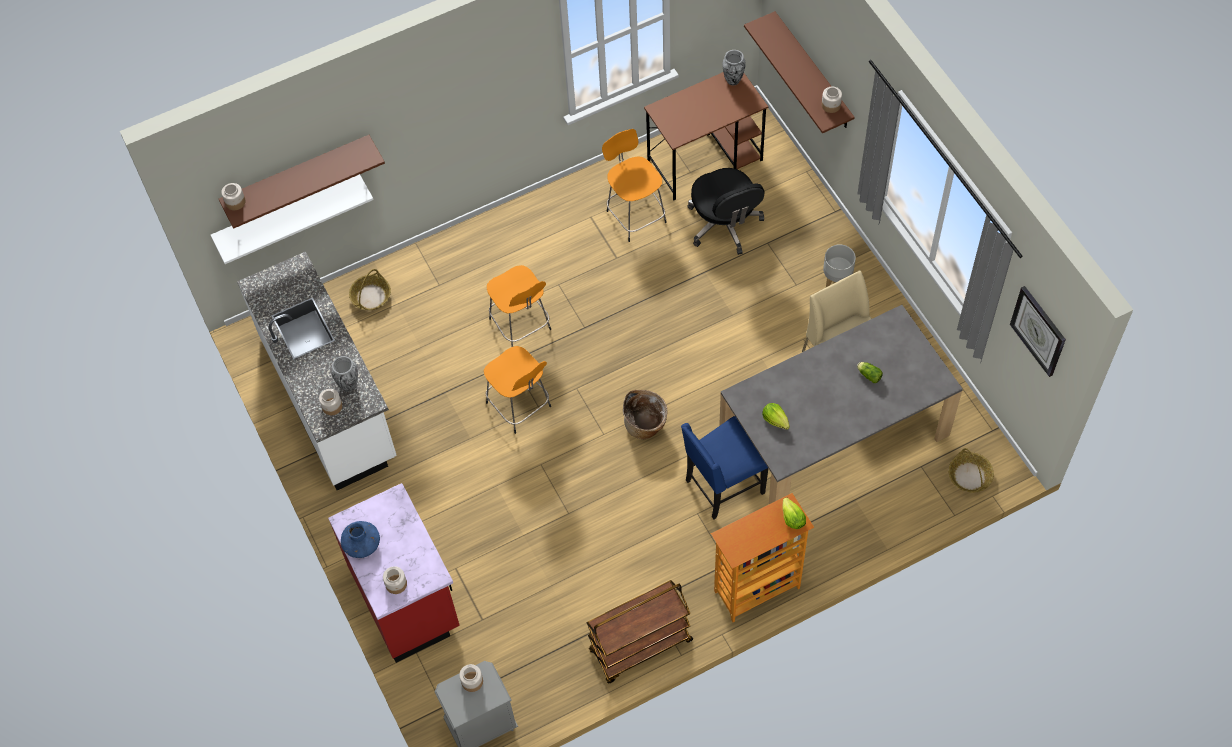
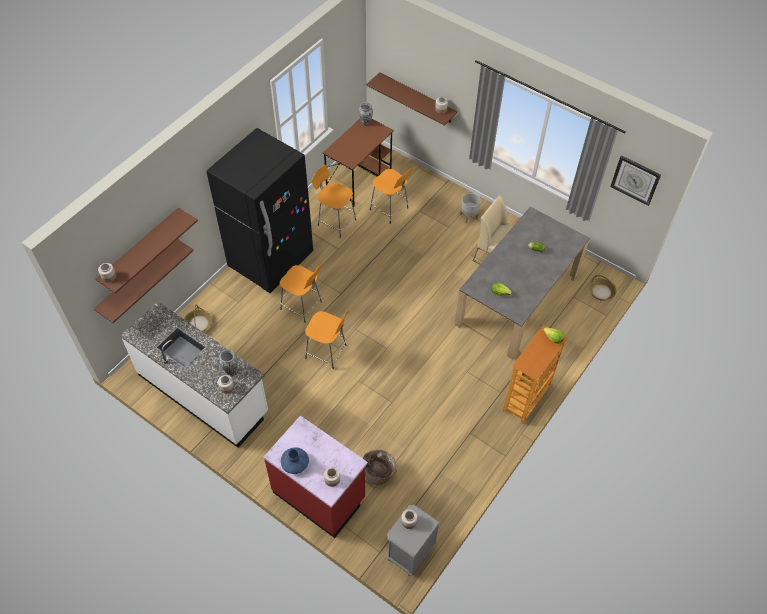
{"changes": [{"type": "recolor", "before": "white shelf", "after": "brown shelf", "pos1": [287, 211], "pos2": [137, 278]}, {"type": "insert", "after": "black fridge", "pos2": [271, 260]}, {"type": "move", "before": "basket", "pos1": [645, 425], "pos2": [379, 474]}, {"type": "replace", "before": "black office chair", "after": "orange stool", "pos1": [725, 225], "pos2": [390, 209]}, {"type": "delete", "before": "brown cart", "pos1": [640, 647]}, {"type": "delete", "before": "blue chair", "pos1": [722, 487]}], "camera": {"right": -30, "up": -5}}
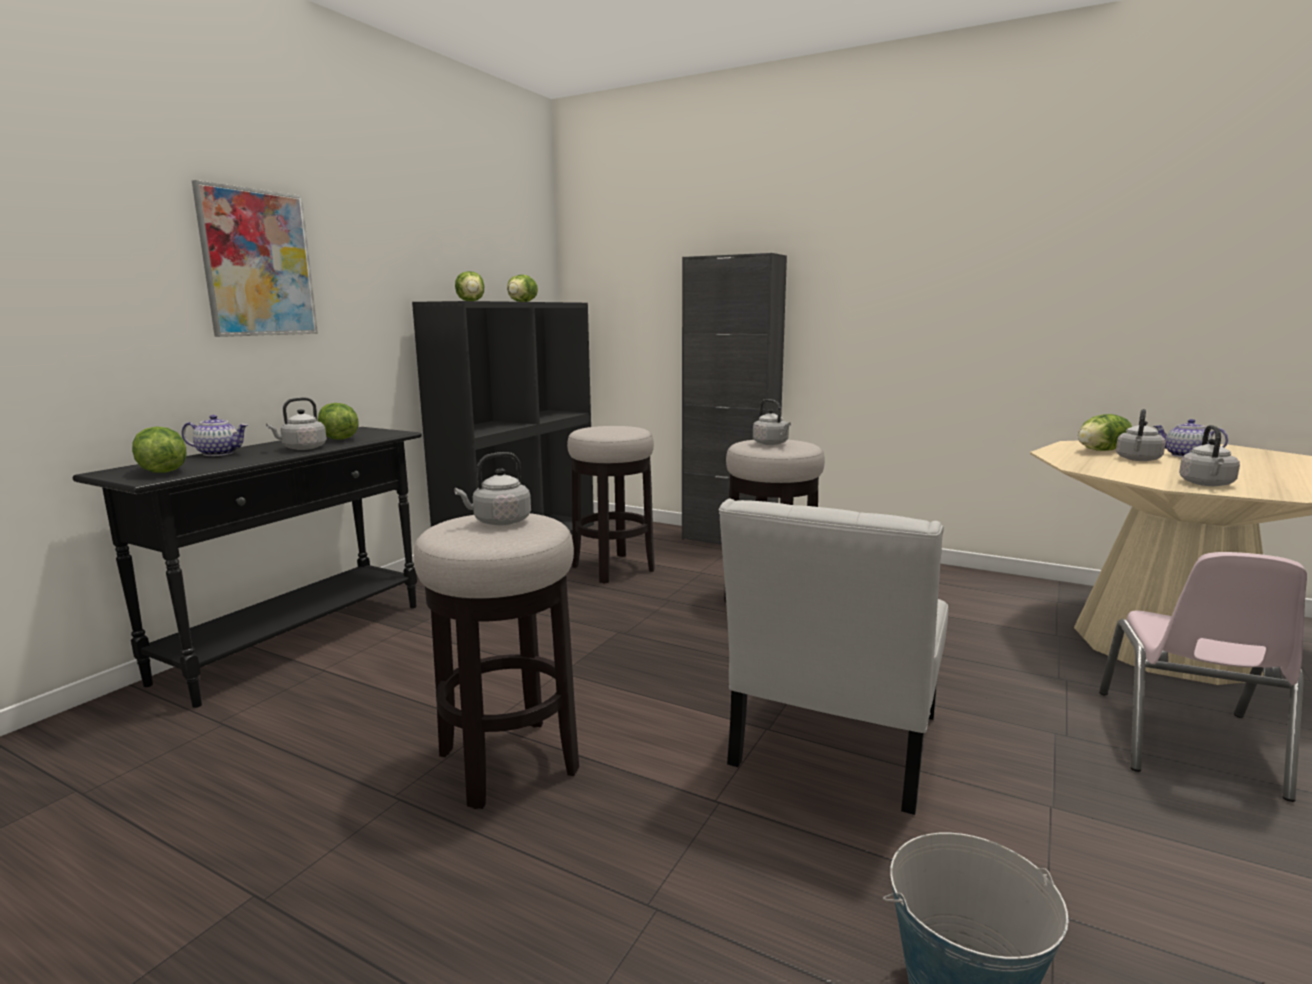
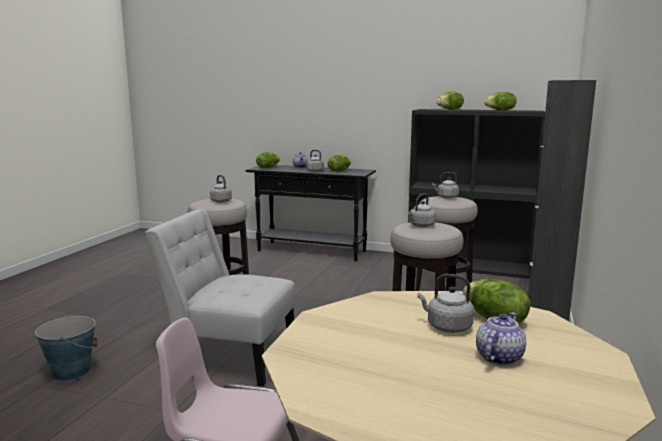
{"changes": [{"type": "move", "before": "grey kettle", "pos1": [1207, 484], "pos2": [446, 197]}, {"type": "delete", "before": "picture", "pos1": [258, 263]}], "camera": {"right": 80, "up": 0}}
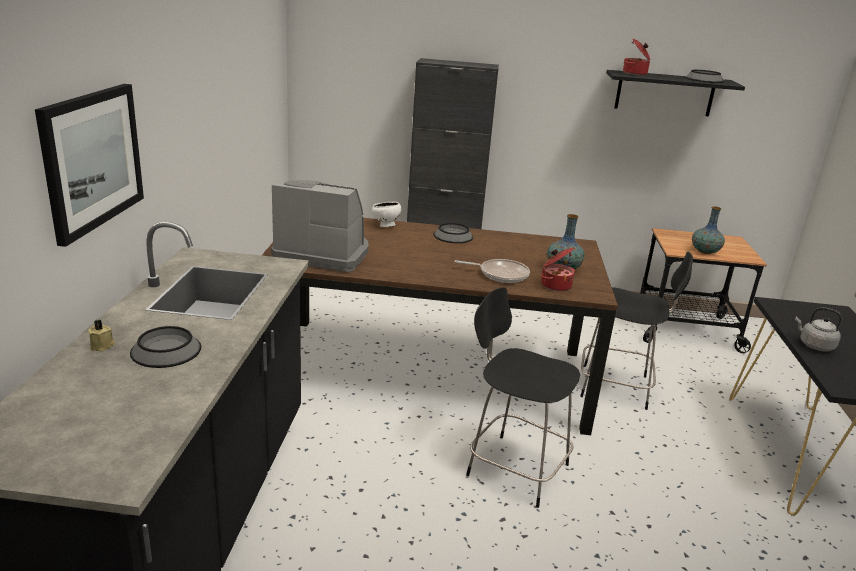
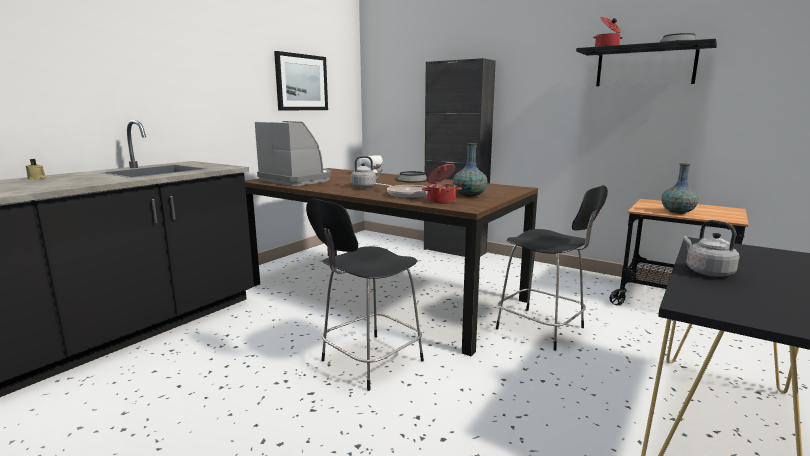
{"changes": [{"type": "move", "before": "picture", "pos1": [92, 159], "pos2": [301, 82]}, {"type": "rotate", "before": "black chair", "pos1": [514, 468], "pos2": [369, 362], "turn": -105}, {"type": "insert", "after": "grey kettle", "pos2": [365, 187]}, {"type": "delete", "before": "bowl", "pos1": [166, 350]}], "camera": {"right": 30, "up": -10}}
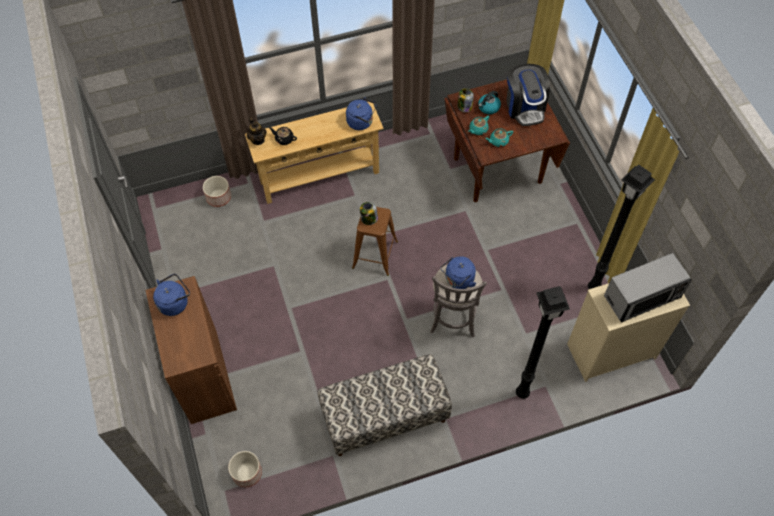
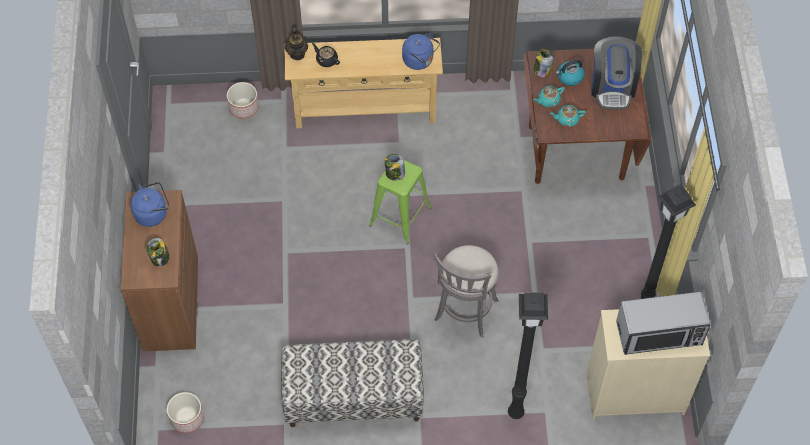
{"changes": [{"type": "insert", "after": "jar", "pos2": [160, 258]}, {"type": "recolor", "before": "brown stool", "after": "green stool", "pos1": [375, 254], "pos2": [400, 216]}, {"type": "delete", "before": "blue kettle", "pos1": [458, 280]}], "camera": {"right": 15, "up": 0}}
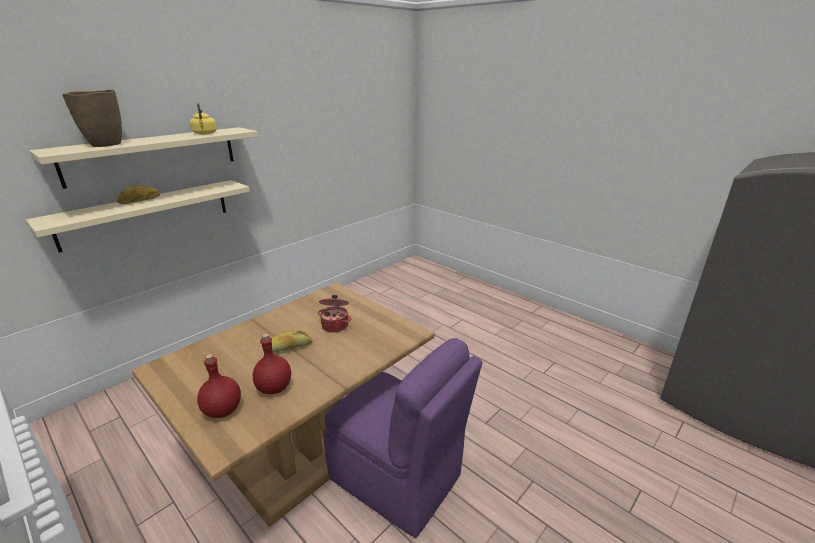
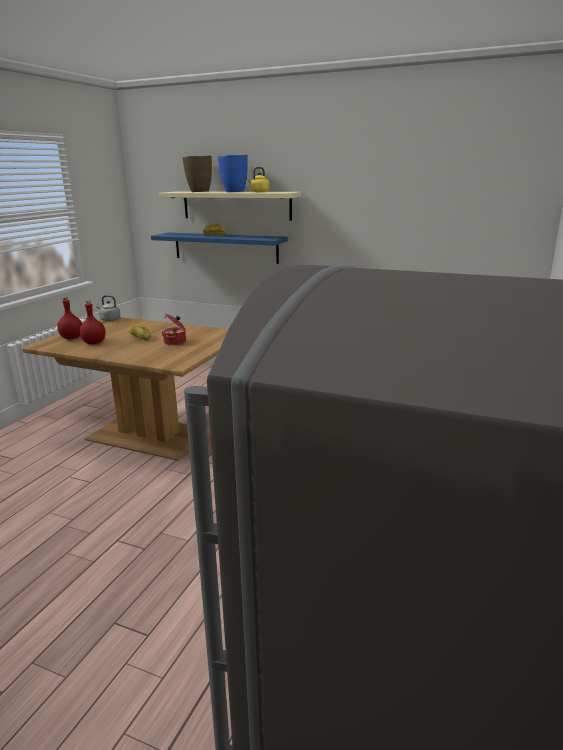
{"changes": [{"type": "insert", "after": "grey kettle", "pos2": [109, 319]}, {"type": "recolor", "before": "beige shelf", "after": "blue shelf", "pos1": [147, 213], "pos2": [225, 247]}, {"type": "insert", "after": "blue vase", "pos2": [234, 192]}, {"type": "delete", "before": "purple chair", "pos1": [398, 479]}], "camera": {"right": 70, "up": -5}}
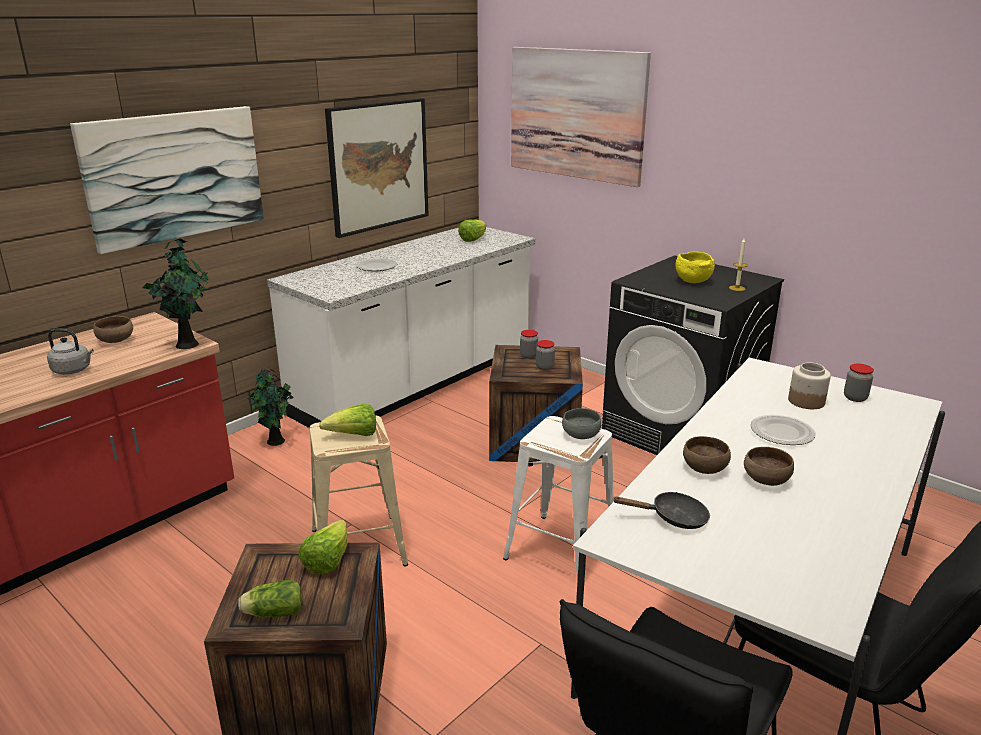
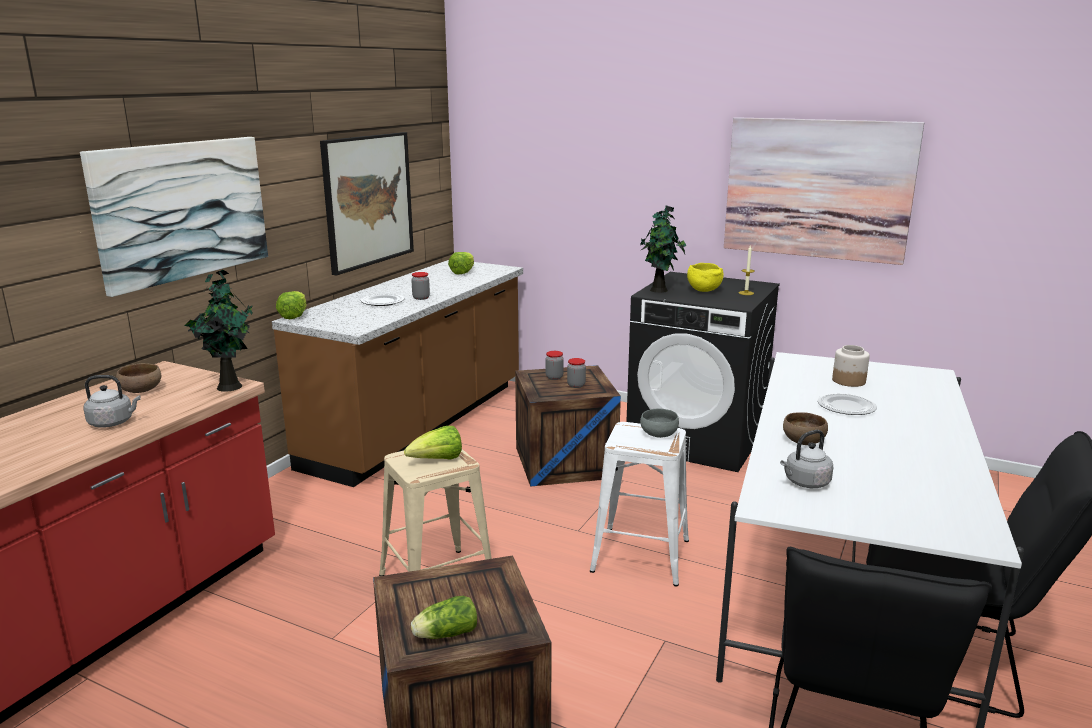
{"changes": [{"type": "recolor", "before": "white counter", "after": "brown counter", "pos1": [417, 384], "pos2": [420, 425]}, {"type": "move", "before": "lettuce", "pos1": [327, 561], "pos2": [294, 316]}, {"type": "move", "before": "jar", "pos1": [855, 398], "pos2": [421, 298]}, {"type": "move", "before": "potted plant", "pos1": [276, 442], "pos2": [660, 290]}, {"type": "move", "before": "picture", "pos1": [576, 114], "pos2": [817, 189]}, {"type": "replace", "before": "black frying pan", "after": "grey kettle", "pos1": [673, 518], "pos2": [805, 483]}, {"type": "delete", "before": "brown bowl", "pos1": [765, 480]}], "camera": {"right": -15, "up": -5}}
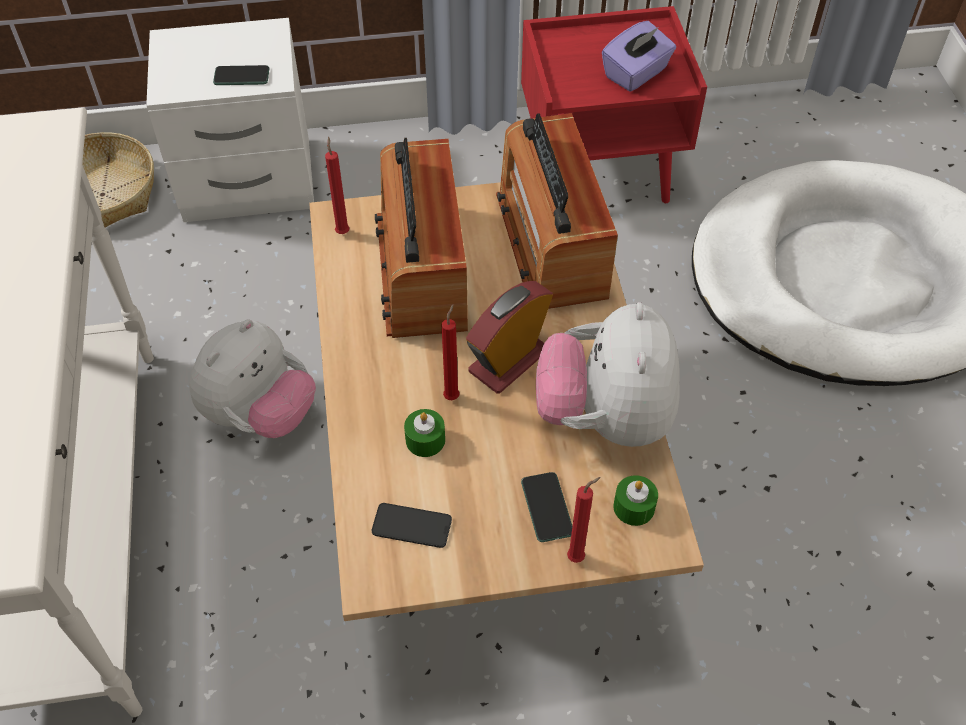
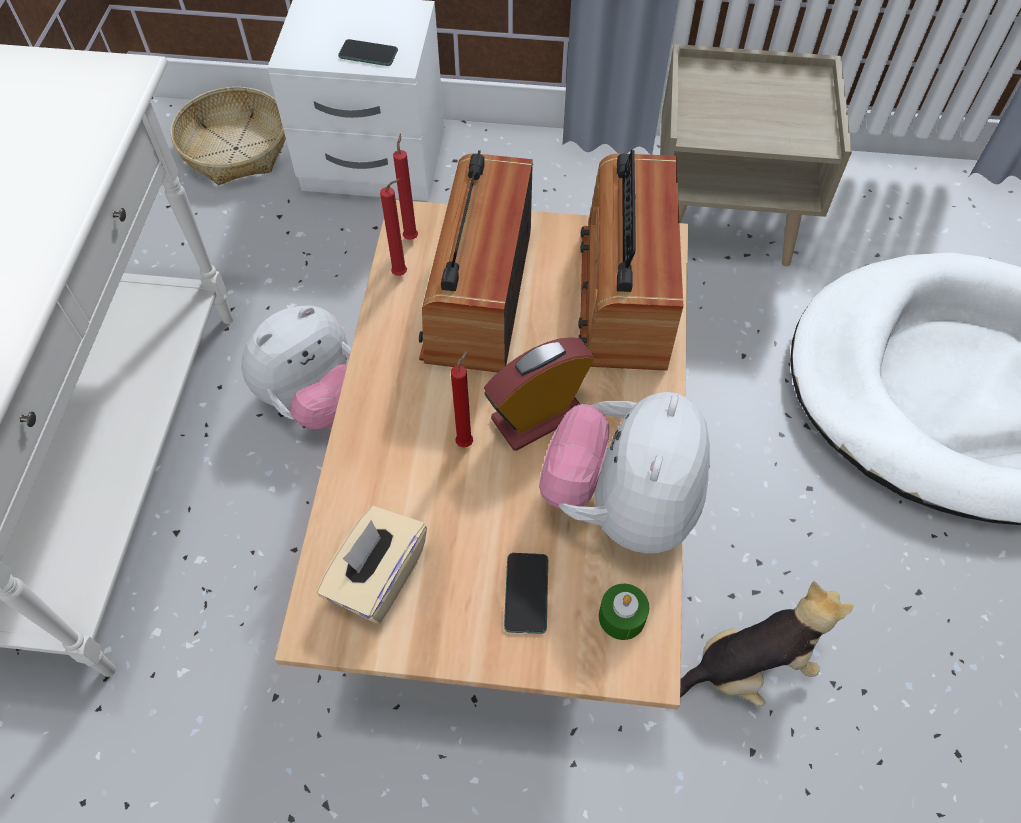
{"changes": [{"type": "replace", "before": "phone", "after": "beige tissue box", "pos1": [412, 526], "pos2": [377, 577]}, {"type": "move", "before": "red candle", "pos1": [578, 556], "pos2": [402, 273]}, {"type": "recolor", "before": "red nightstand", "after": "beige nightstand", "pos1": [600, 173], "pos2": [725, 220]}, {"type": "insert", "after": "plush toy", "pos2": [749, 667]}, {"type": "delete", "before": "green candle", "pos1": [425, 440]}, {"type": "delete", "before": "purple tissue box", "pos1": [636, 74]}], "camera": {"right": 15, "up": 5}}
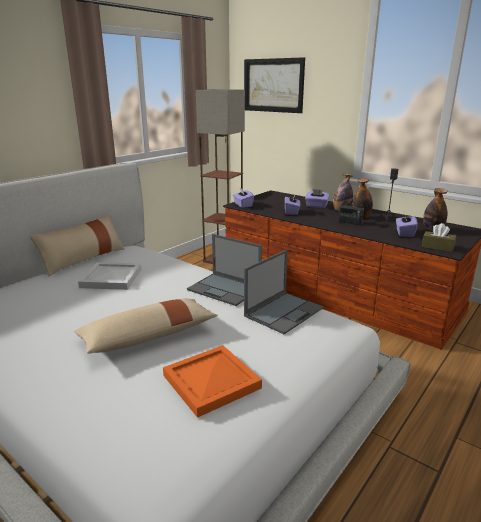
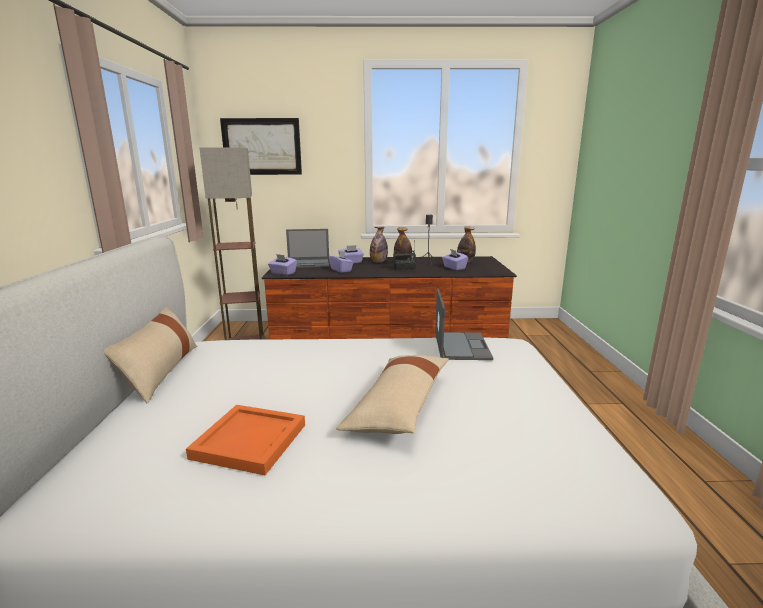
{"changes": [{"type": "move", "before": "orange tray", "pos1": [213, 382], "pos2": [251, 440]}, {"type": "move", "before": "laptop", "pos1": [225, 289], "pos2": [308, 264]}, {"type": "delete", "before": "white tray", "pos1": [112, 278]}, {"type": "delete", "before": "brown tissue box", "pos1": [437, 247]}], "camera": {"right": -40, "up": -5}}
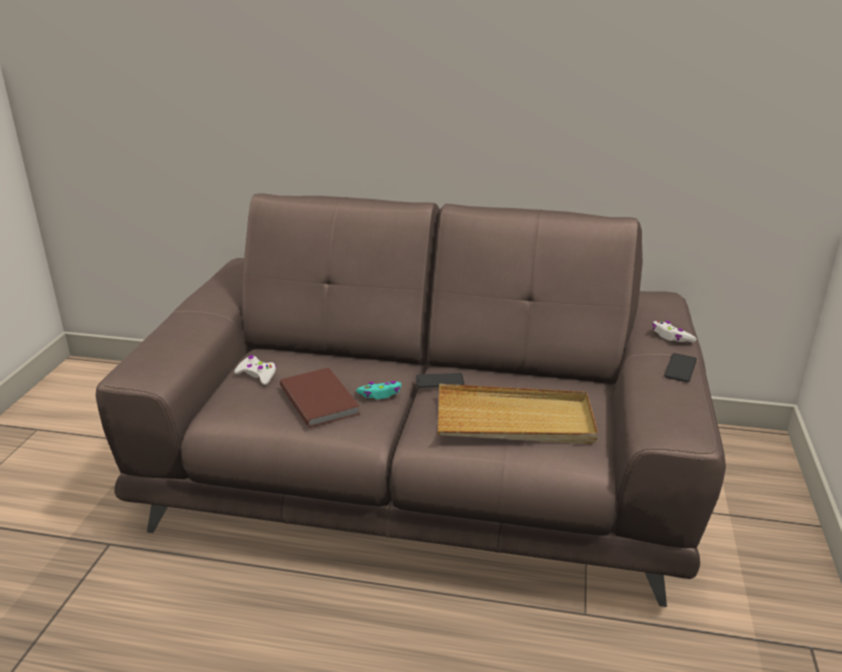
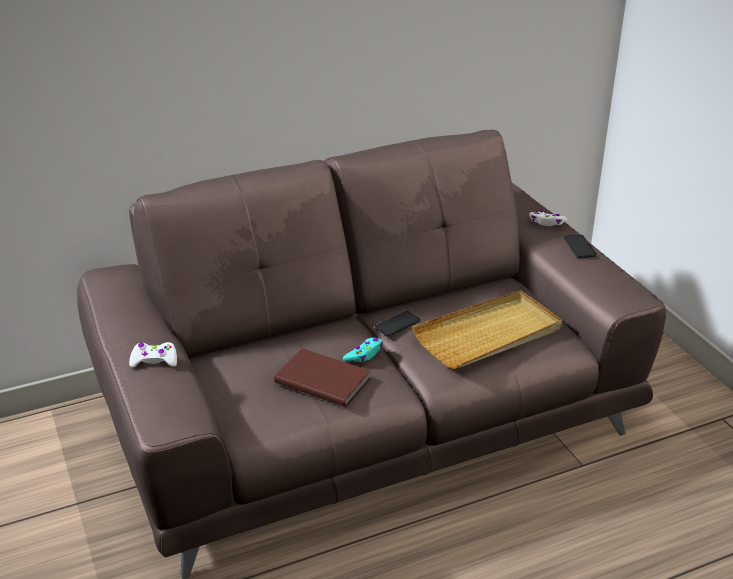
{"changes": [{"type": "move", "before": "white game controller", "pos1": [257, 375], "pos2": [154, 360]}], "camera": {"right": -35, "up": 5}}
